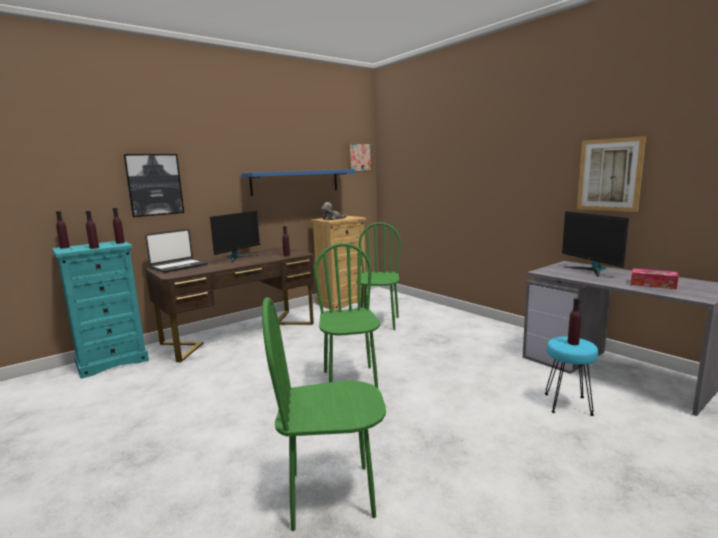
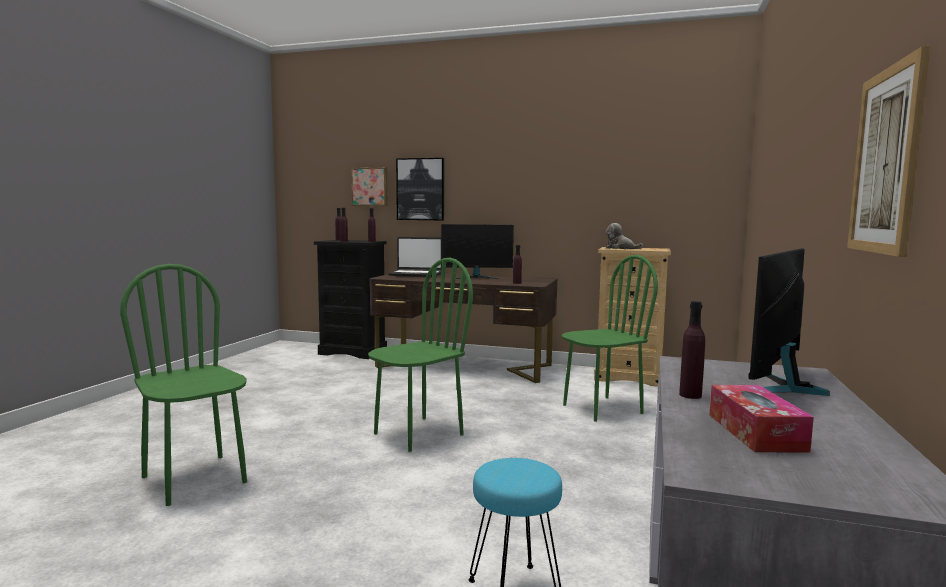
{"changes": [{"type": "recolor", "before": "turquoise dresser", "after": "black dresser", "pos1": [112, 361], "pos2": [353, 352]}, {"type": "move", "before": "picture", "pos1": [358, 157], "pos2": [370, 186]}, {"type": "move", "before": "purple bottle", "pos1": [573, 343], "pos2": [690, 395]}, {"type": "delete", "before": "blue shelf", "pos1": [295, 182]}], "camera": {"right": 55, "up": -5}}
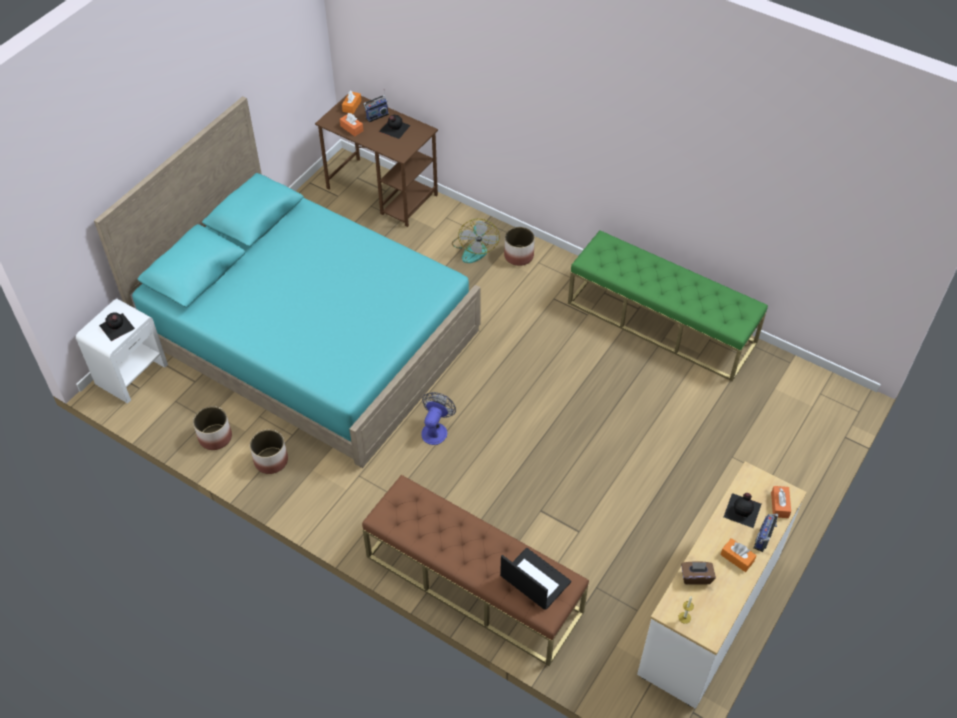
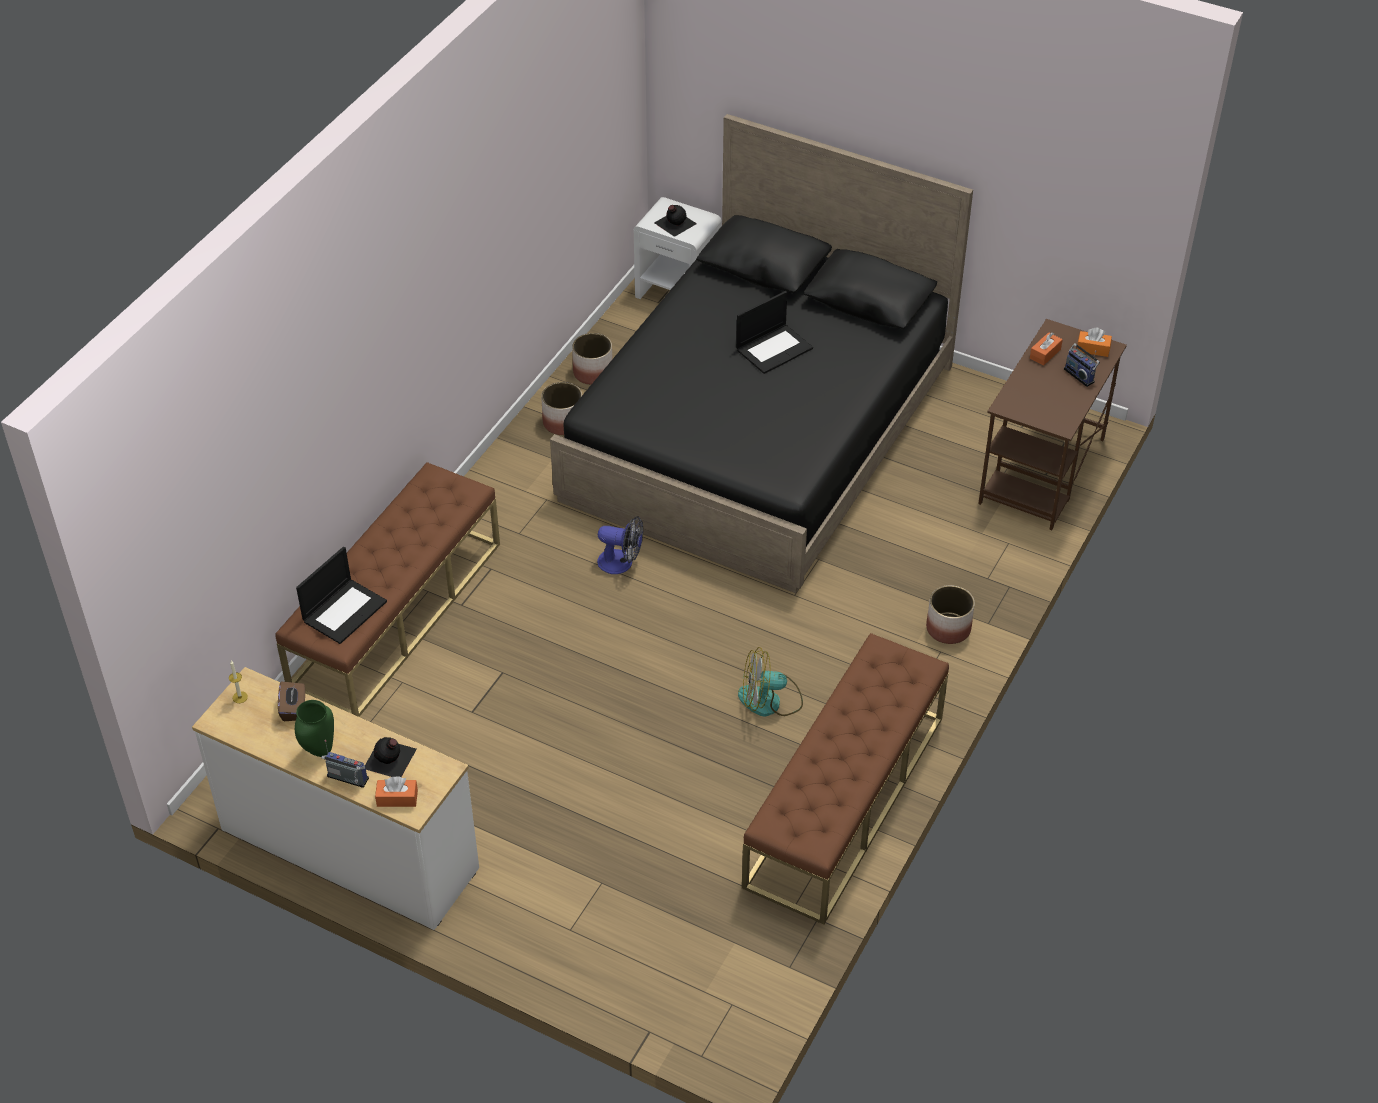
{"changes": [{"type": "replace", "before": "orange tissue box", "after": "green vase", "pos1": [737, 558], "pos2": [319, 750]}, {"type": "recolor", "before": "turquoise bed", "after": "black bed", "pos1": [310, 335], "pos2": [760, 431]}, {"type": "insert", "after": "laptop", "pos2": [774, 348]}, {"type": "move", "before": "fan", "pos1": [474, 248], "pos2": [770, 700]}, {"type": "recolor", "before": "green bench", "after": "brown bench", "pos1": [661, 323], "pos2": [845, 801]}, {"type": "delete", "before": "black bottle", "pos1": [394, 128]}], "camera": {"right": 85, "up": -5}}
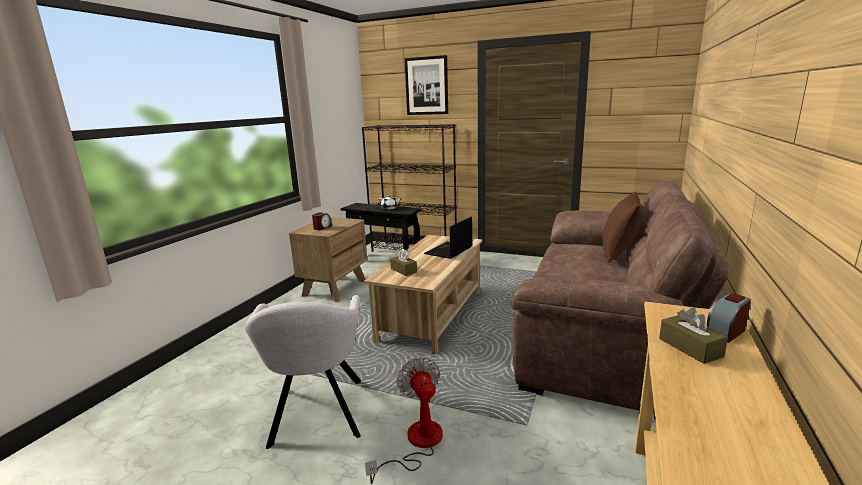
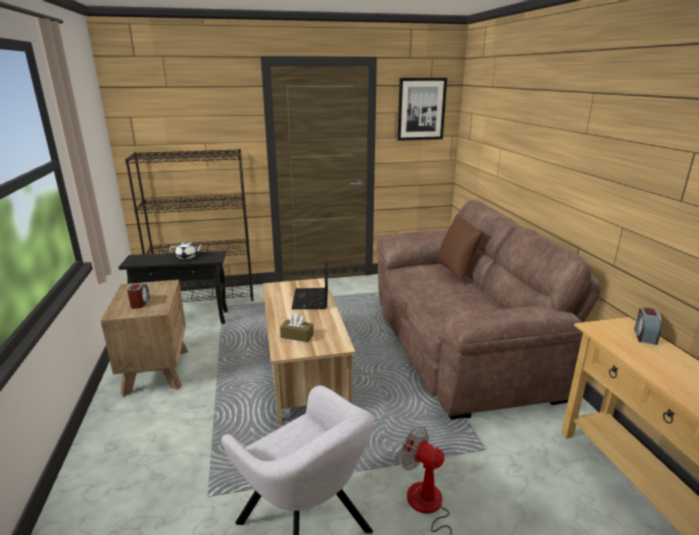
{"changes": [{"type": "move", "before": "picture", "pos1": [427, 86], "pos2": [421, 109]}, {"type": "delete", "before": "brown tissue box", "pos1": [690, 347]}], "camera": {"right": -35, "up": 5}}
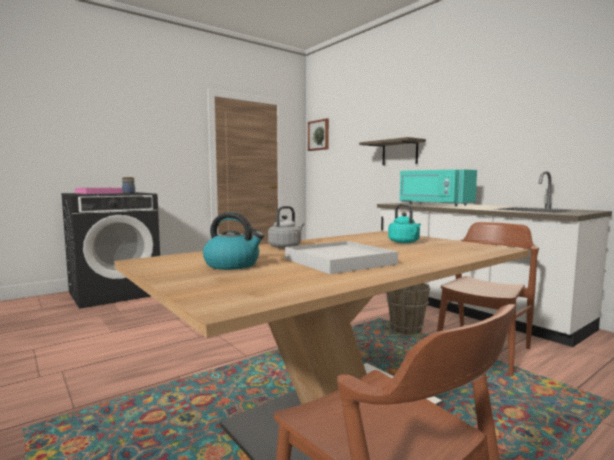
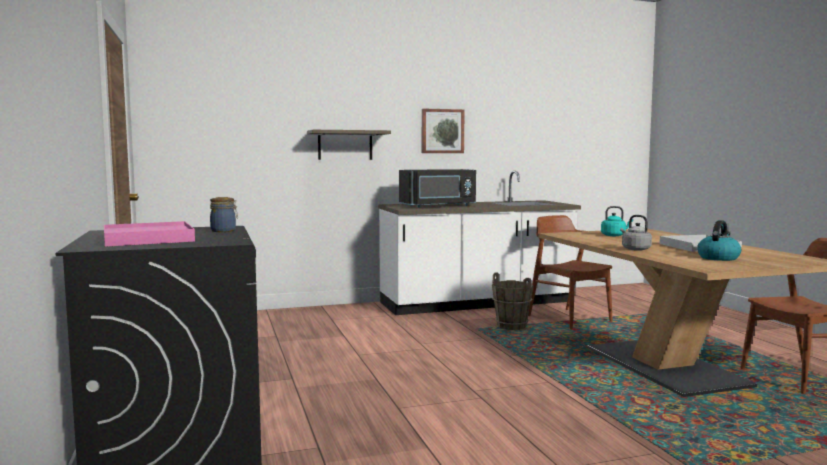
{"changes": [{"type": "recolor", "before": "turquoise microwave", "after": "black microwave", "pos1": [433, 204], "pos2": [439, 206]}, {"type": "move", "before": "picture", "pos1": [319, 135], "pos2": [442, 131]}], "camera": {"right": -70, "up": 0}}
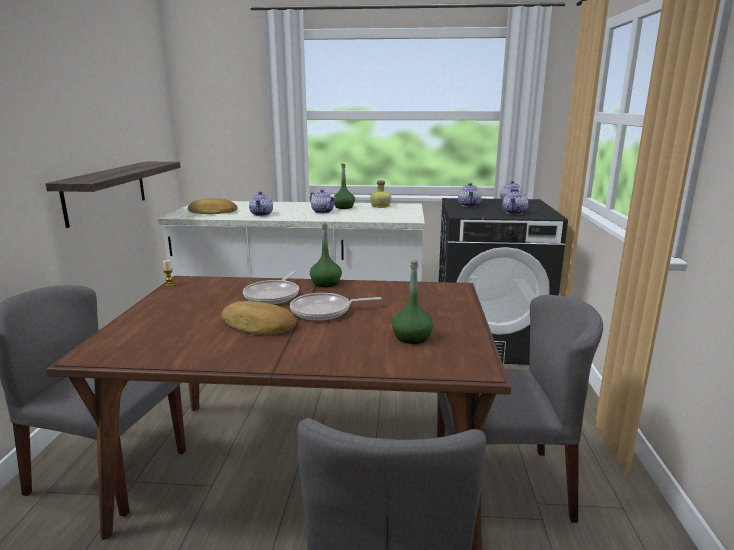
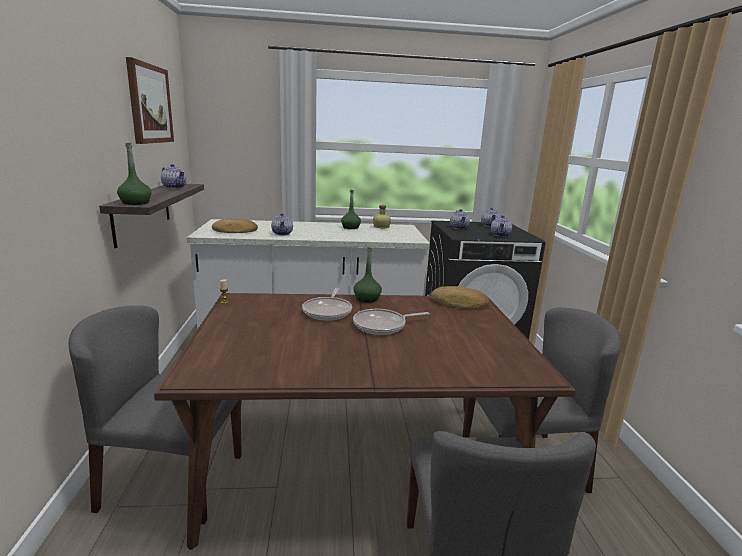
{"changes": [{"type": "move", "before": "green bottle", "pos1": [411, 337], "pos2": [135, 203]}, {"type": "insert", "after": "picture", "pos2": [150, 104]}, {"type": "move", "before": "teapot", "pos1": [323, 211], "pos2": [175, 187]}, {"type": "move", "before": "bread", "pos1": [258, 325], "pos2": [459, 303]}], "camera": {"right": -10, "up": 0}}
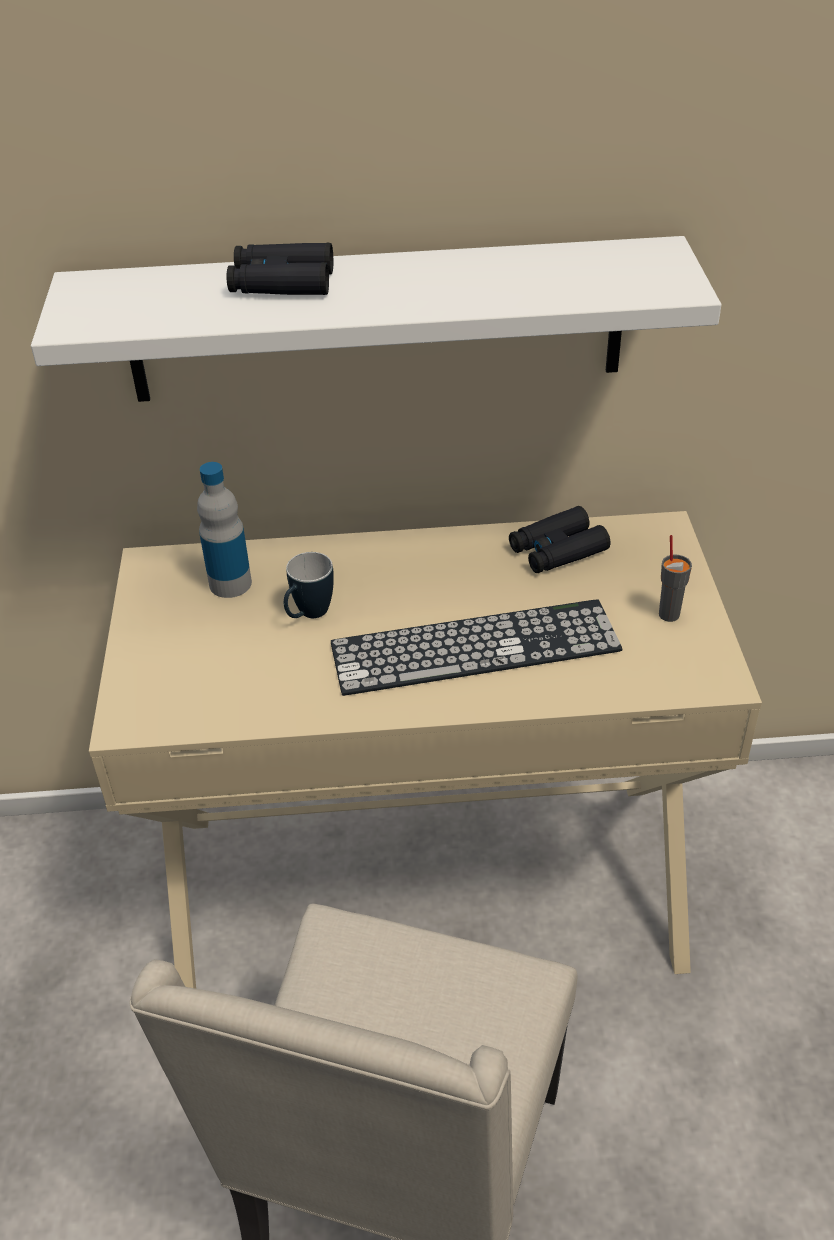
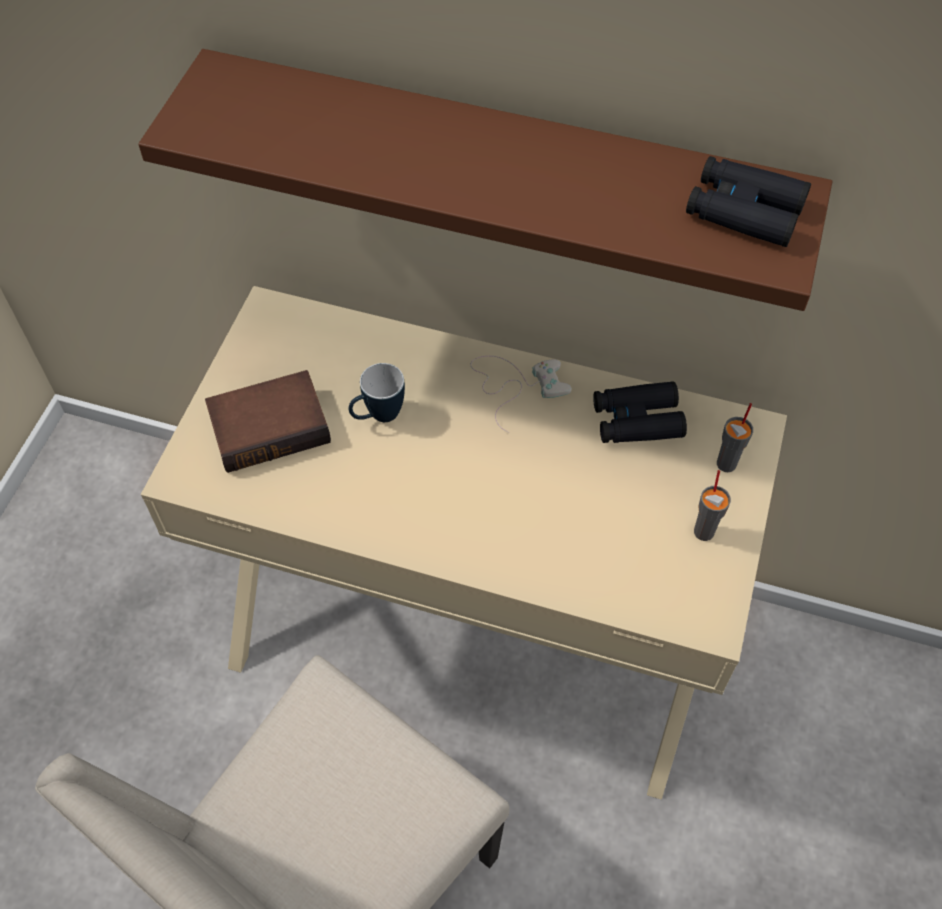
{"changes": [{"type": "recolor", "before": "white shelf", "after": "brown shelf", "pos1": [376, 321], "pos2": [501, 169]}, {"type": "insert", "after": "book", "pos2": [270, 425]}, {"type": "insert", "after": "white game controller", "pos2": [515, 385]}, {"type": "move", "before": "black binoculars", "pos1": [282, 283], "pos2": [744, 211]}, {"type": "insert", "after": "grey cup", "pos2": [727, 463]}, {"type": "delete", "before": "bottle", "pos1": [230, 583]}, {"type": "delete", "before": "keyboard", "pos1": [475, 647]}], "camera": {"right": 20, "up": 15}}
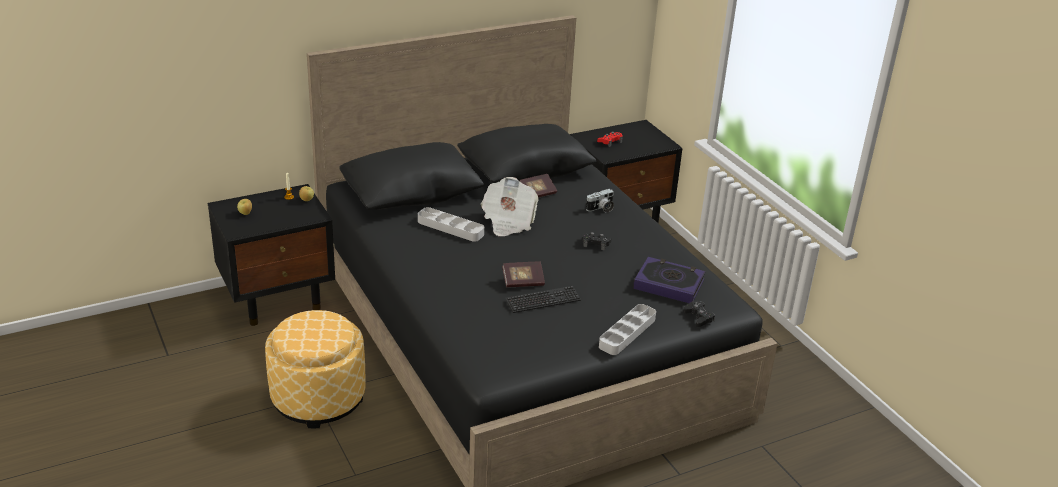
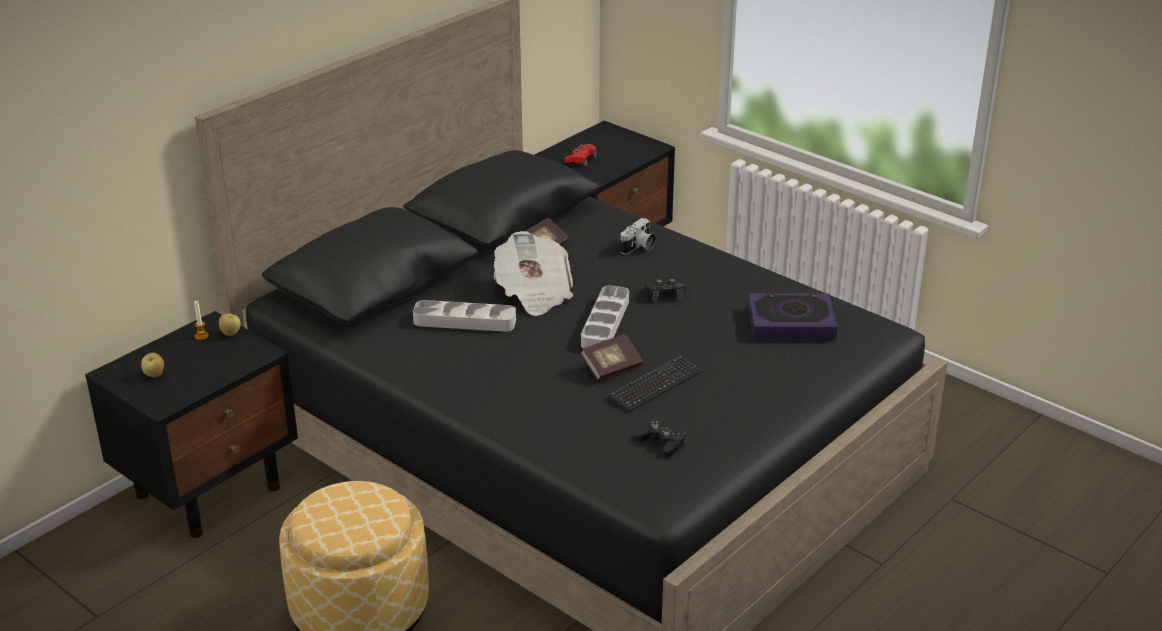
{"changes": [{"type": "move", "before": "grey tray", "pos1": [627, 333], "pos2": [605, 323]}, {"type": "move", "before": "black game controller", "pos1": [698, 317], "pos2": [662, 442]}], "camera": {"right": -20, "up": 0}}
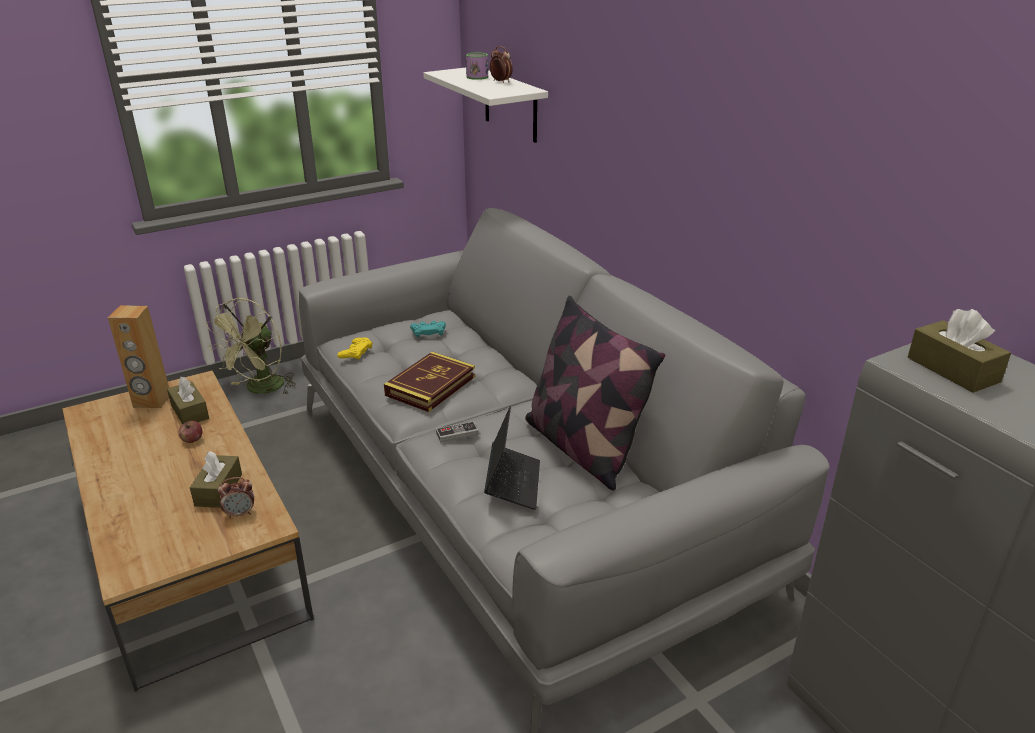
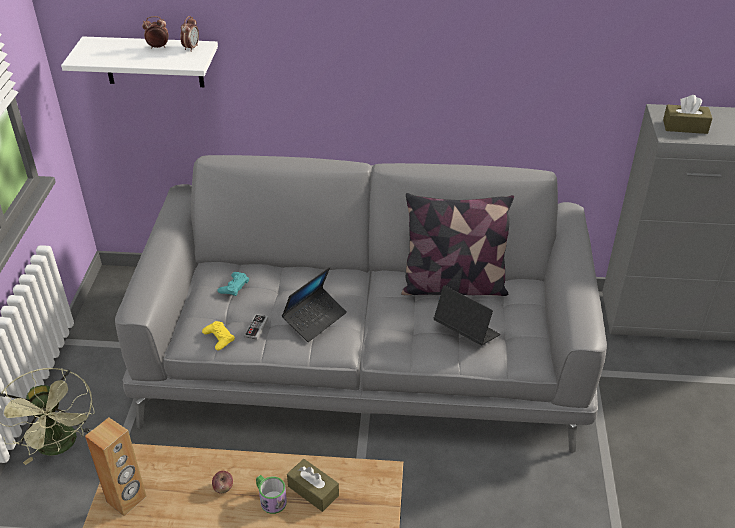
{"changes": [{"type": "move", "before": "alarm clock", "pos1": [240, 513], "pos2": [191, 48]}, {"type": "move", "before": "game controller", "pos1": [457, 434], "pos2": [256, 328]}, {"type": "move", "before": "mug", "pos1": [478, 76], "pos2": [270, 499]}, {"type": "replace", "before": "book", "after": "laptop", "pos1": [430, 386], "pos2": [315, 318]}, {"type": "delete", "before": "brown tissue box", "pos1": [190, 412]}], "camera": {"right": -55, "up": 10}}
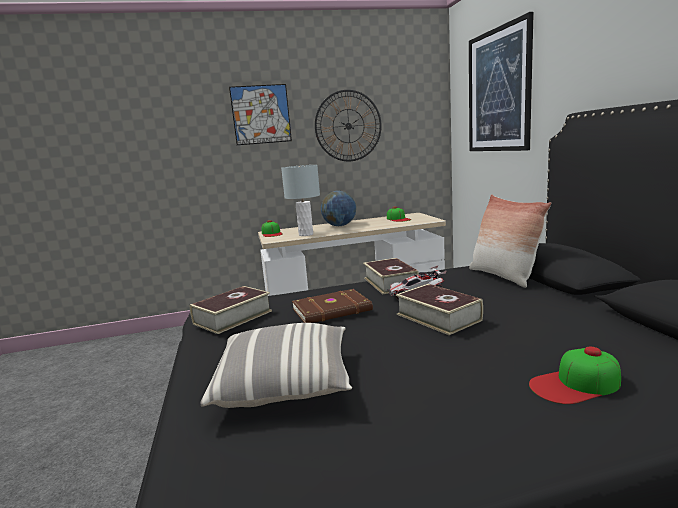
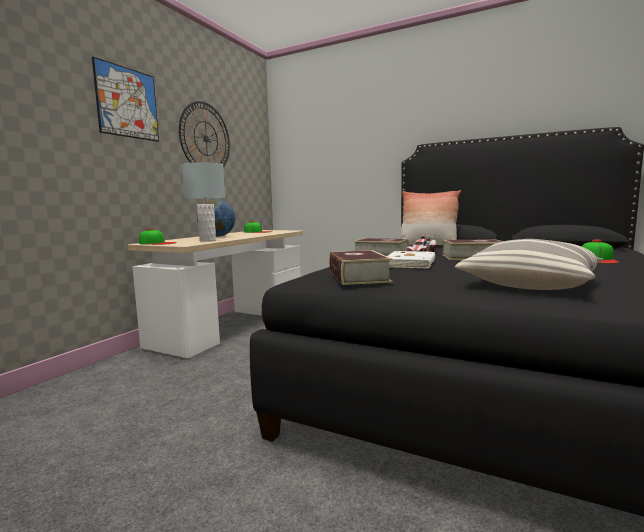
{"changes": [{"type": "recolor", "before": "brown book", "after": "white book", "pos1": [332, 310], "pos2": [411, 263]}, {"type": "delete", "before": "picture", "pos1": [498, 91]}], "camera": {"right": -50, "up": -5}}
